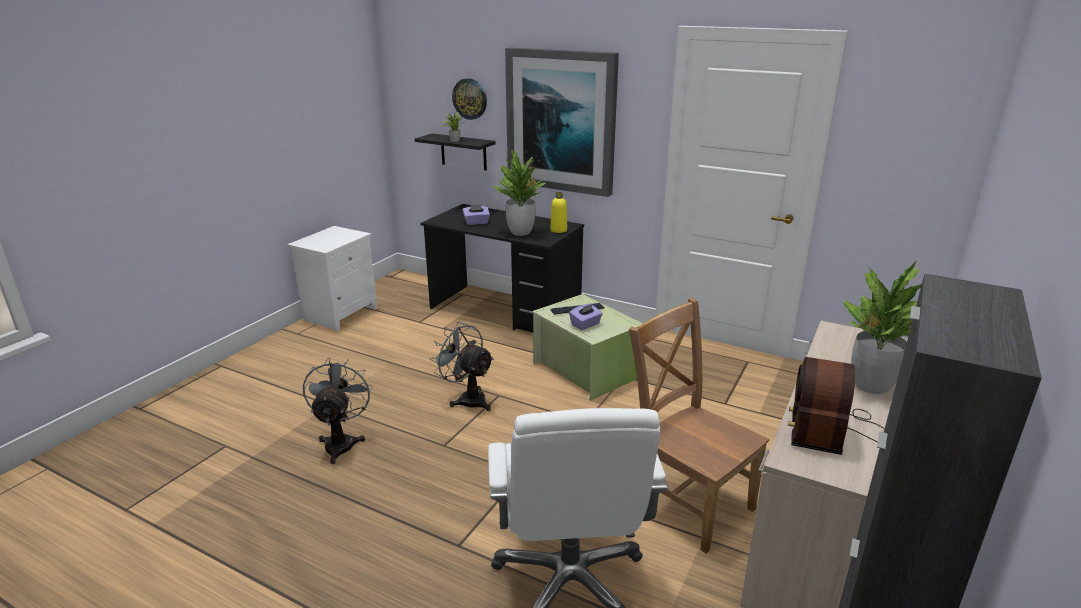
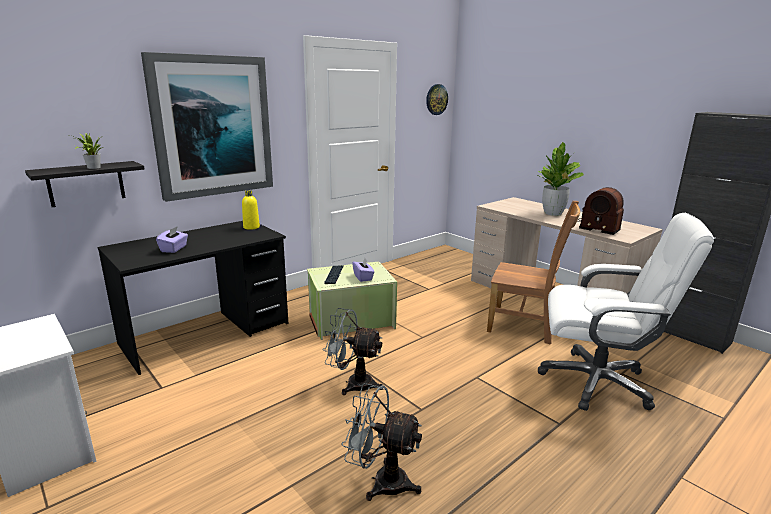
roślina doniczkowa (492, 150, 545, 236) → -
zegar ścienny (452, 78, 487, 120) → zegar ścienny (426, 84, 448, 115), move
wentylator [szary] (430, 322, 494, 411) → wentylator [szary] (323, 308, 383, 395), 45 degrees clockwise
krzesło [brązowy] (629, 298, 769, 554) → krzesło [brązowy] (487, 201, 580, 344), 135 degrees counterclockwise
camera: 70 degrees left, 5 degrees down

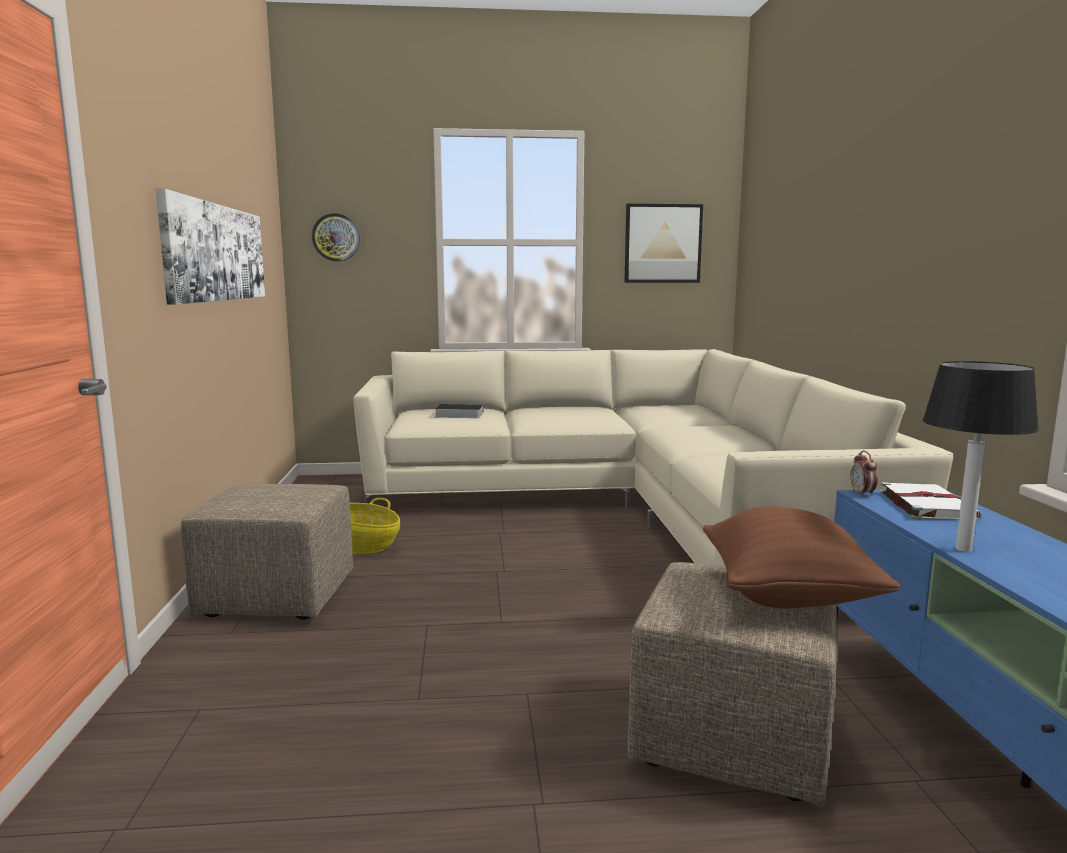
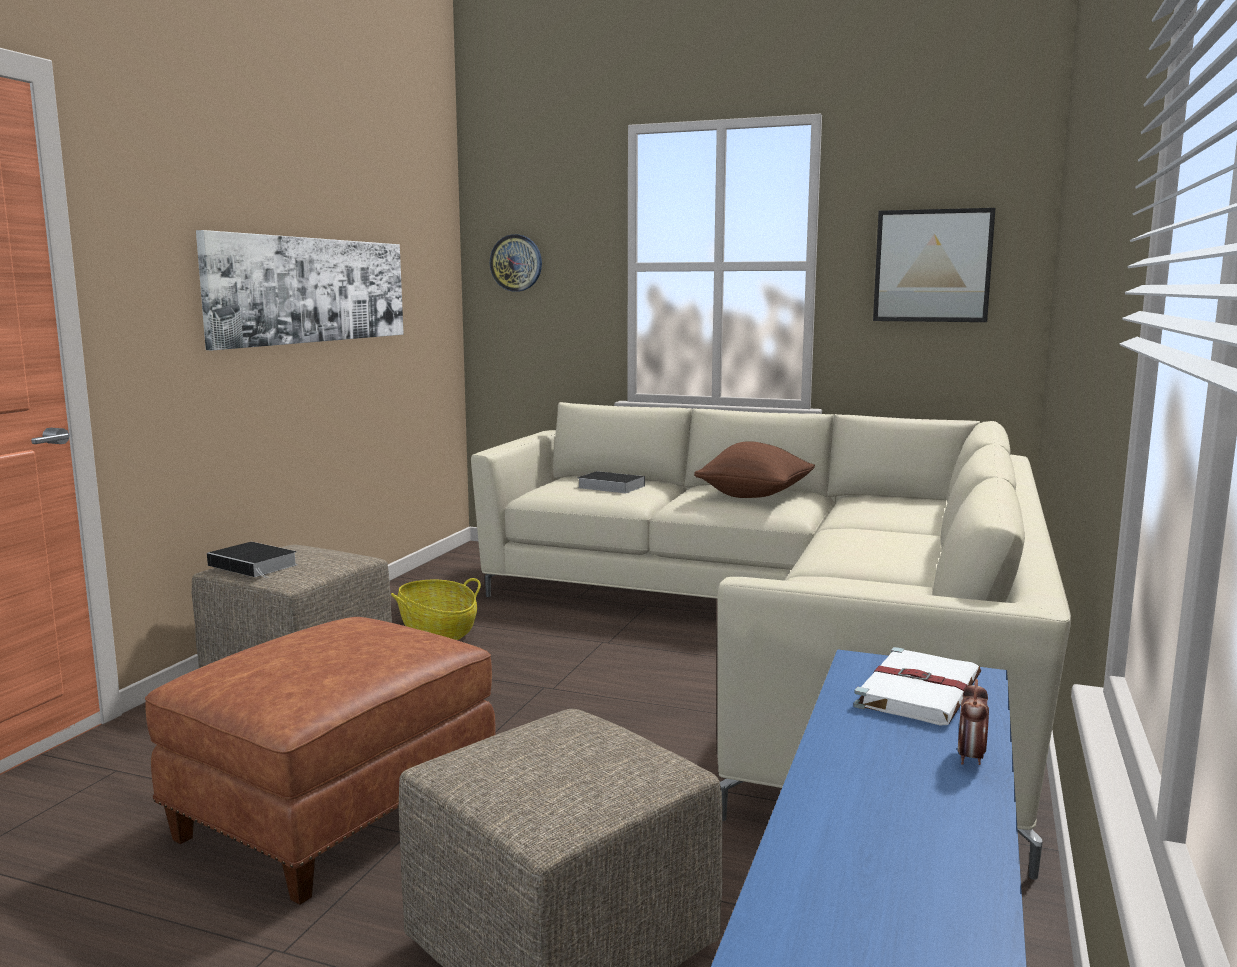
lampa stołowa (923, 361, 1039, 552) → -
- → pufa [brązowy] (145, 617, 495, 905)
- → książka (207, 542, 298, 578)
poduszka [brązowy] (703, 506, 901, 609) → poduszka [brązowy] (694, 441, 815, 498), move
budzik (850, 451, 878, 497) → budzik (958, 679, 989, 765), move
camera: 25 degrees right, 0 degrees up

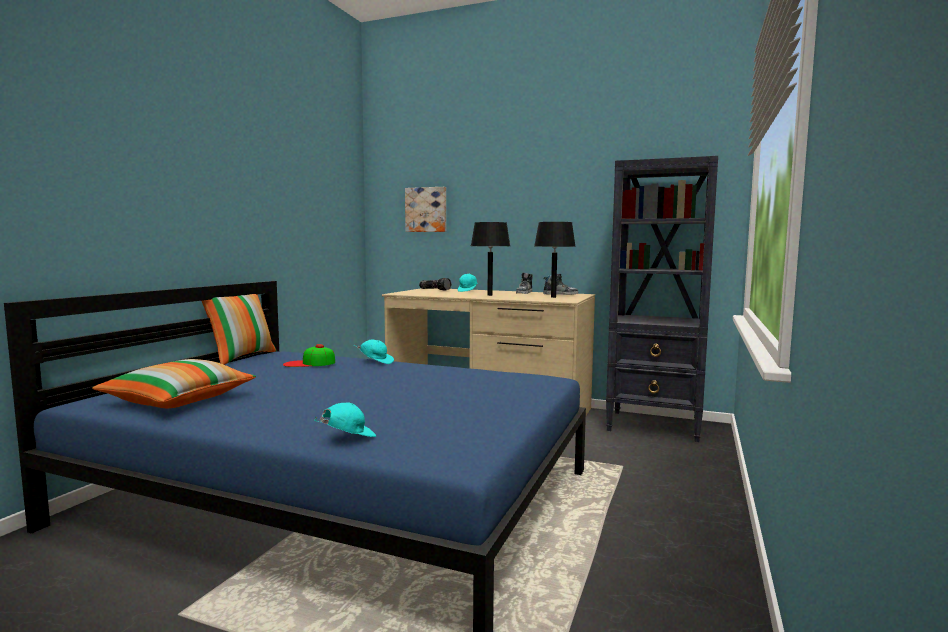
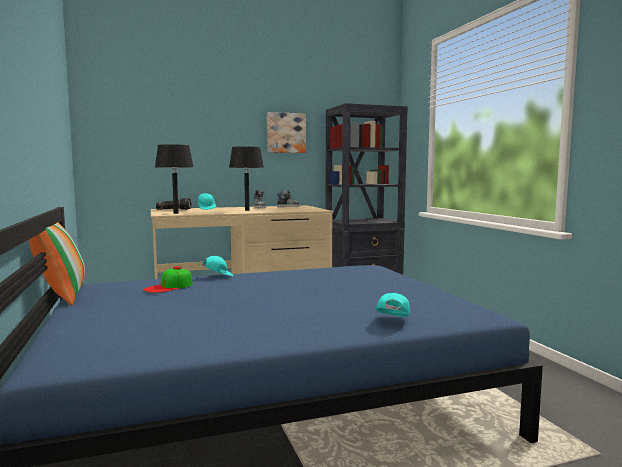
poduszka (92, 359, 256, 408) → -
obraz (405, 187, 446, 232) → obraz (267, 112, 306, 153), move
lampa stołowa [czarny] (534, 222, 576, 298) → lampa stołowa [czarny] (155, 144, 193, 214), move
camera: 40 degrees left, 0 degrees up

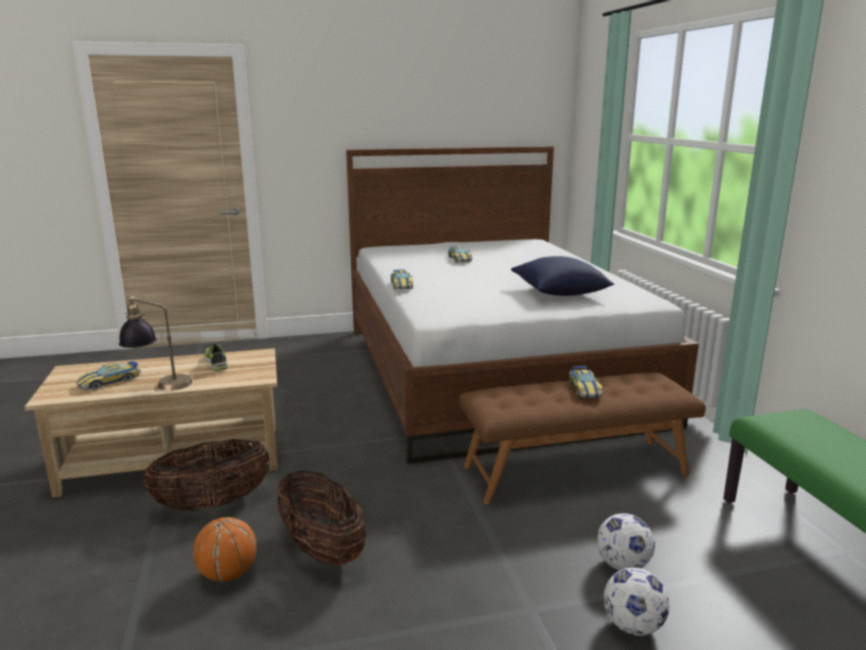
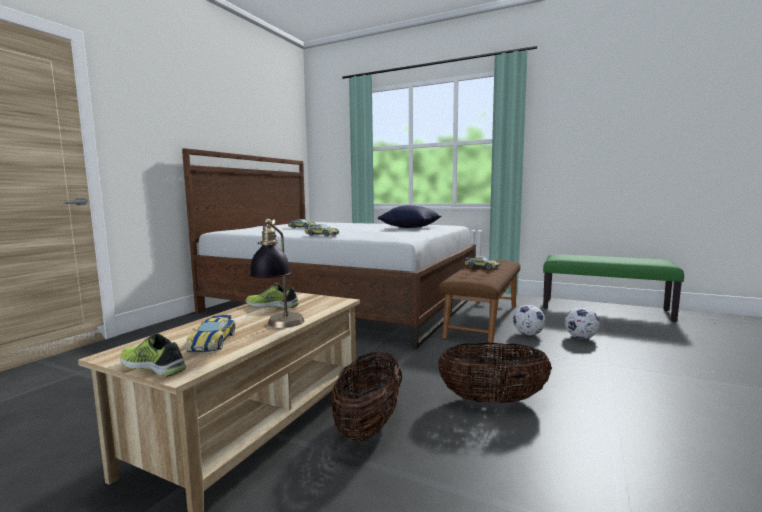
piłka do koszykówki (193, 517, 257, 582) → -
- → but (120, 333, 186, 377)
piłka futbolowa (604, 567, 669, 636) → piłka futbolowa (513, 305, 545, 335), move
camera: 50 degrees left, 10 degrees down

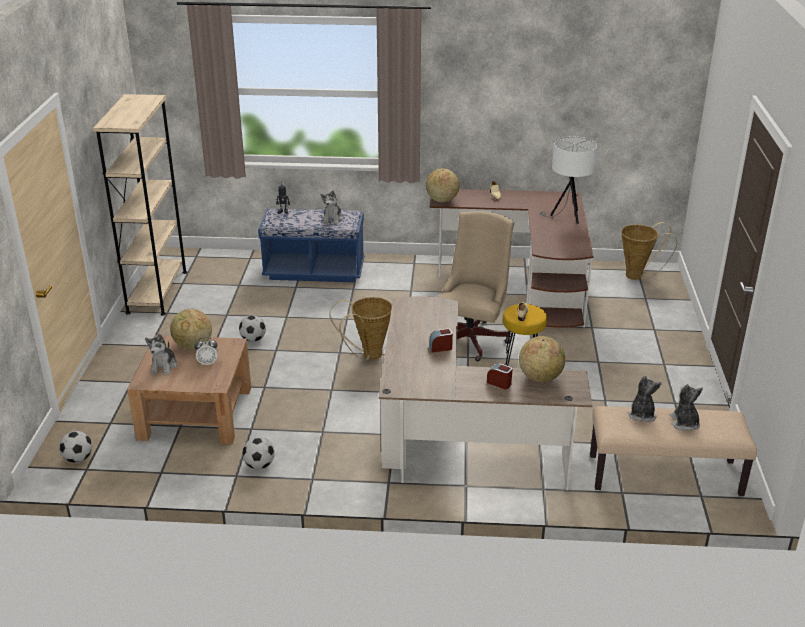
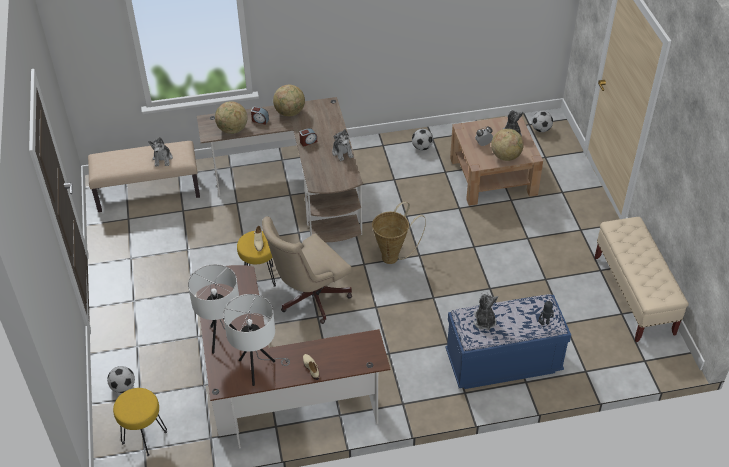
- → lampa stołowa [biały] (223, 294, 290, 386)
piłka futbolowa (239, 315, 266, 342) → piłka futbolowa (107, 366, 135, 393), move
globus (426, 168, 460, 202) → globus (273, 85, 305, 116), move
pluszak (670, 384, 703, 431) → pluszak (332, 129, 354, 161), move
regał [beżowy] (93, 94, 187, 316) → ławka [beżowy] (594, 217, 689, 342)
koszyk (621, 222, 677, 280) → stołek [żółty] (113, 388, 167, 456)
krzesło biurowe [beżowy] (438, 211, 514, 362) → krzesło biurowe [beżowy] (262, 216, 352, 324), 45 degrees clockwise
camera: 165 degrees right, 15 degrees up

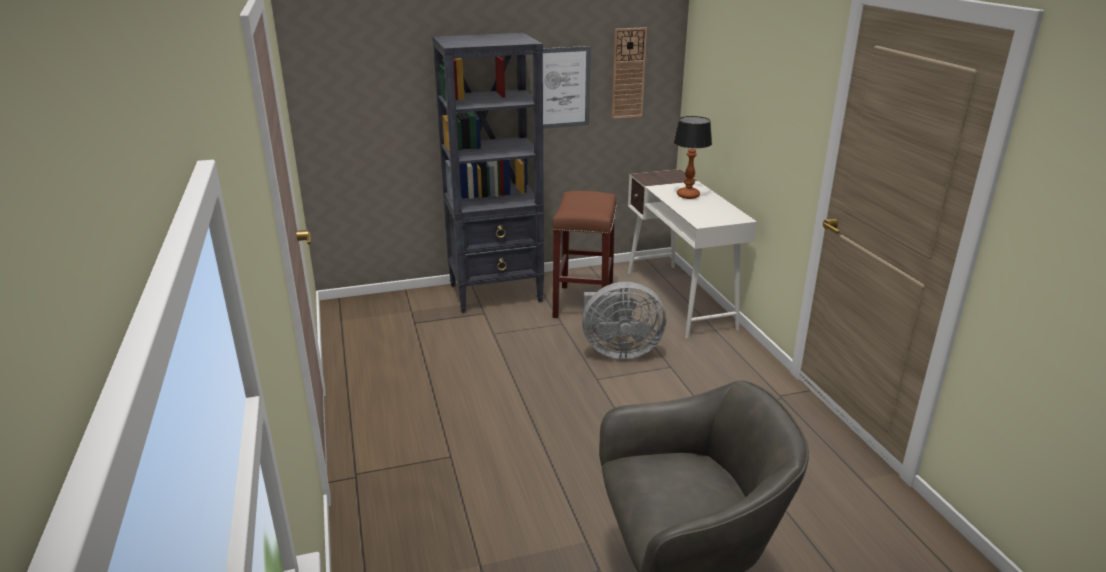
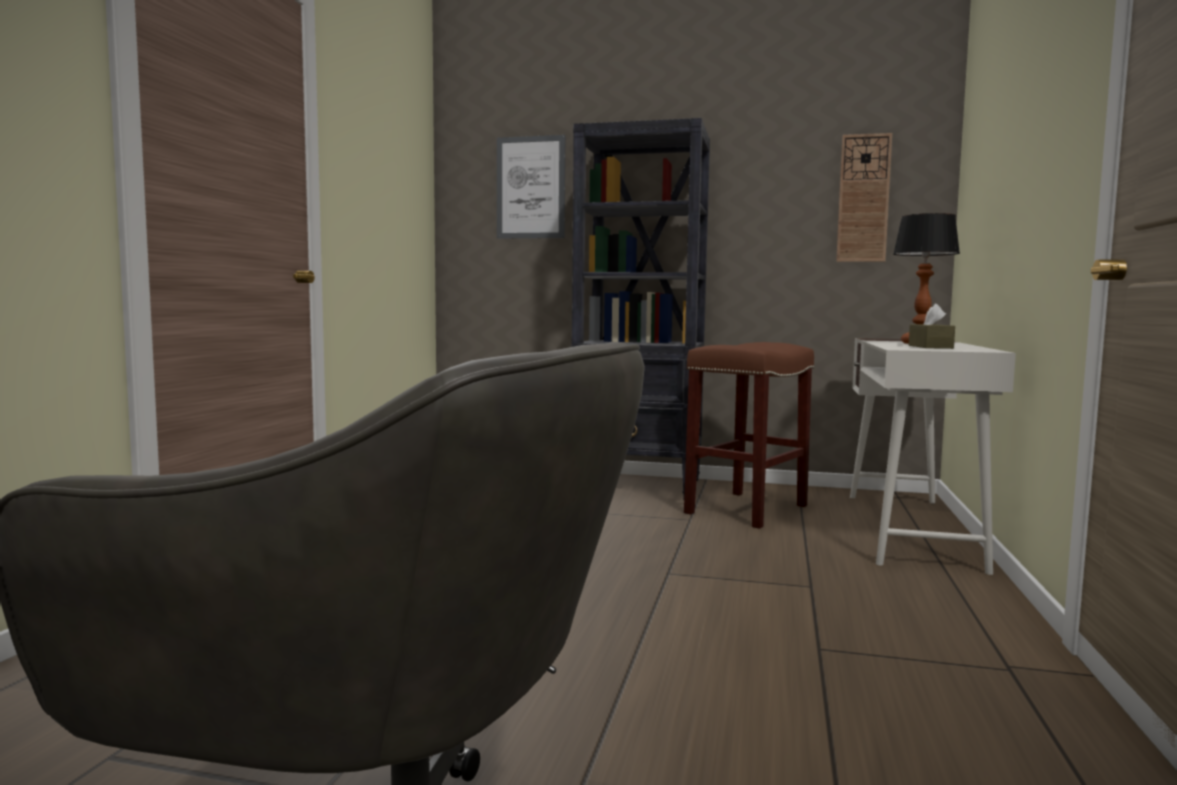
wentylator [szary] (582, 282, 666, 359) → -
- → pudełko chusteczek [brązowy] (909, 304, 955, 349)
obraz (543, 46, 591, 129) → obraz (497, 135, 565, 239), move
camera: 30 degrees right, 20 degrees down

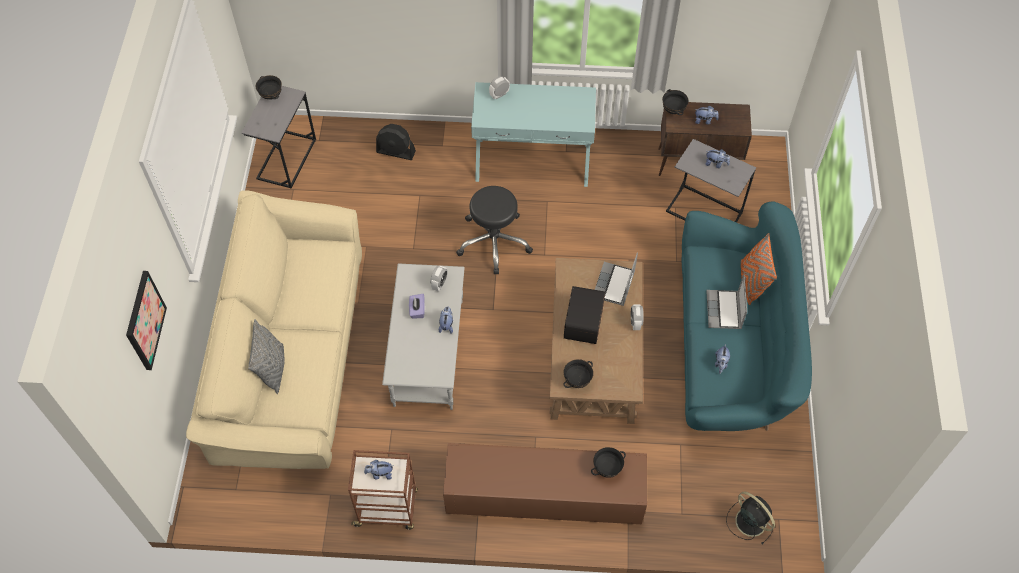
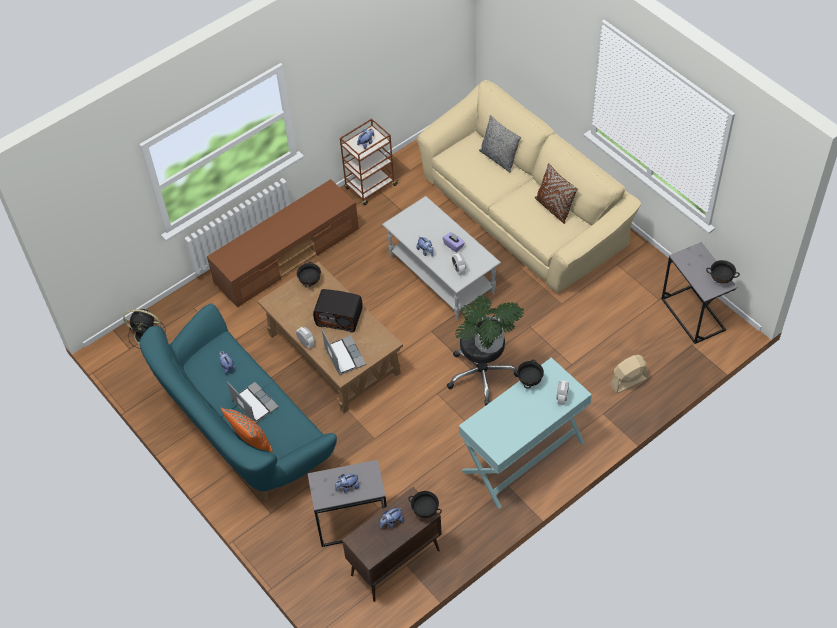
obraz (126, 271, 167, 370) → -
- → roślina doniczkowa (455, 295, 524, 353)
- → poduszka [brązowy] (535, 163, 578, 224)
miska [czarny] (591, 447, 626, 478) → miska [czarny] (517, 360, 544, 388), move
wentylator [czarny] (376, 124, 416, 160) → wentylator [beżowy] (610, 355, 648, 393)
radio (564, 286, 605, 344) → radio (313, 289, 363, 333), 135 degrees clockwise
camera: 140 degrees right, 5 degrees down

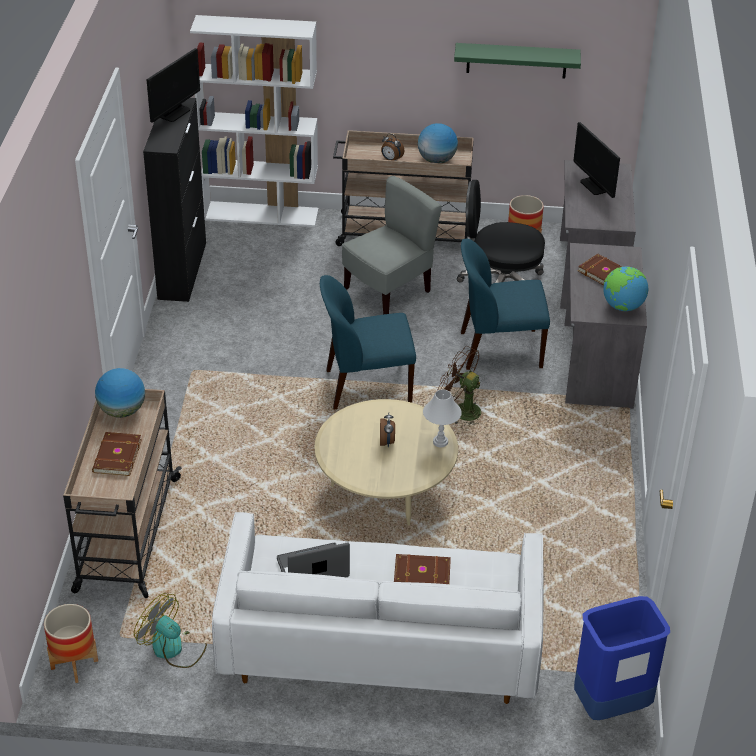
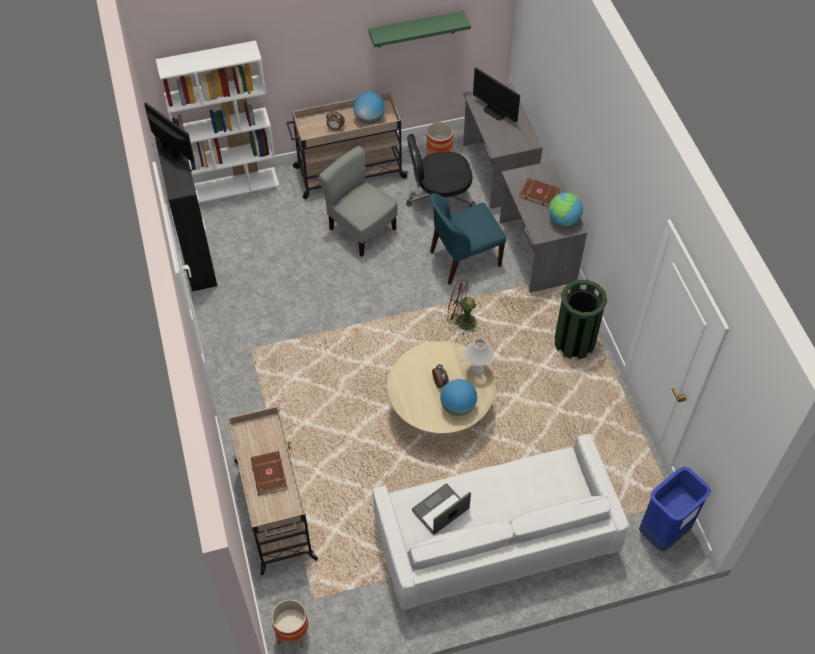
wentylator (134, 593, 207, 668) → -
krzesło [niebieski] (320, 275, 416, 409) → -
książka [brązowy] (394, 554, 451, 584) → -
- → kosz na śmieci [zielony] (555, 280, 607, 359)
globus (95, 368, 145, 418) → globus (440, 379, 477, 416), move
monitor (147, 48, 200, 123) → monitor (144, 103, 195, 163), 60 degrees counterclockwise
krzesło [szary] (342, 176, 442, 315) → krzesło [szary] (319, 146, 398, 257), 75 degrees counterclockwise
camera: 20 degrees left, 15 degrees up

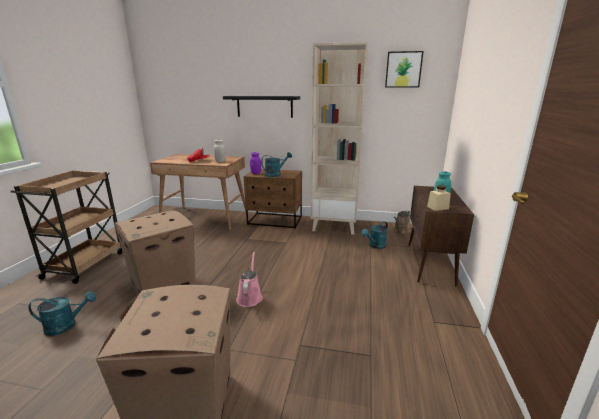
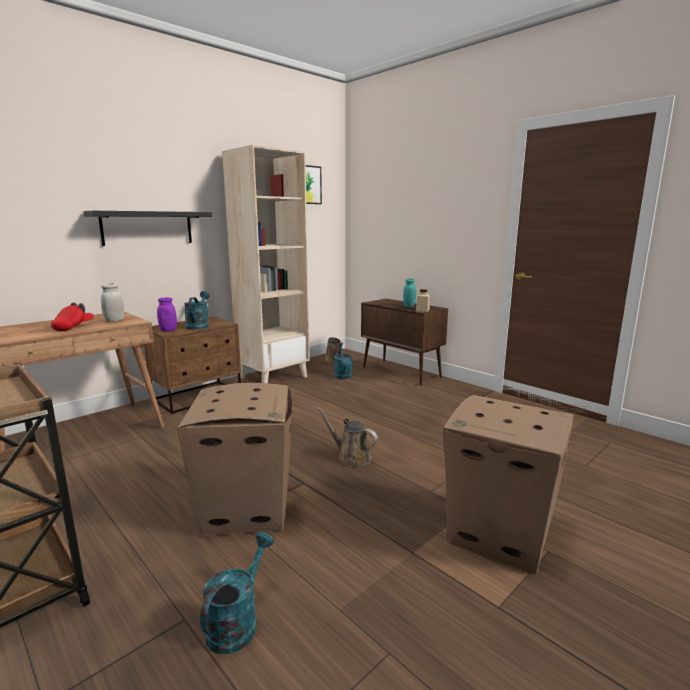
konewka [różowy] (236, 252, 263, 307) → konewka [brązowy] (317, 407, 378, 467)
camera: 55 degrees left, 5 degrees down

